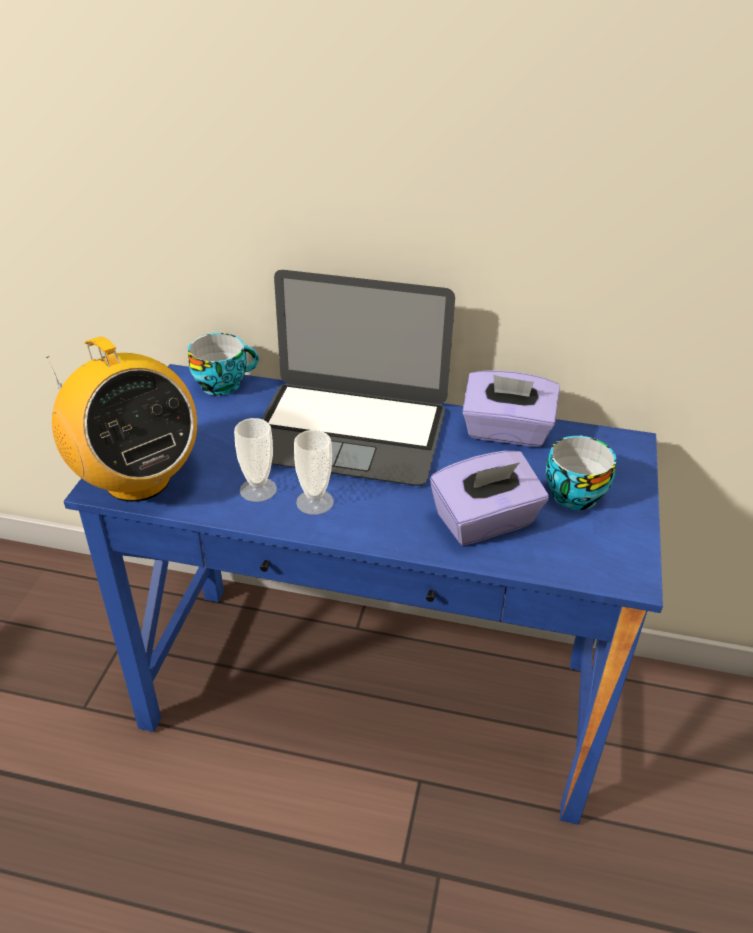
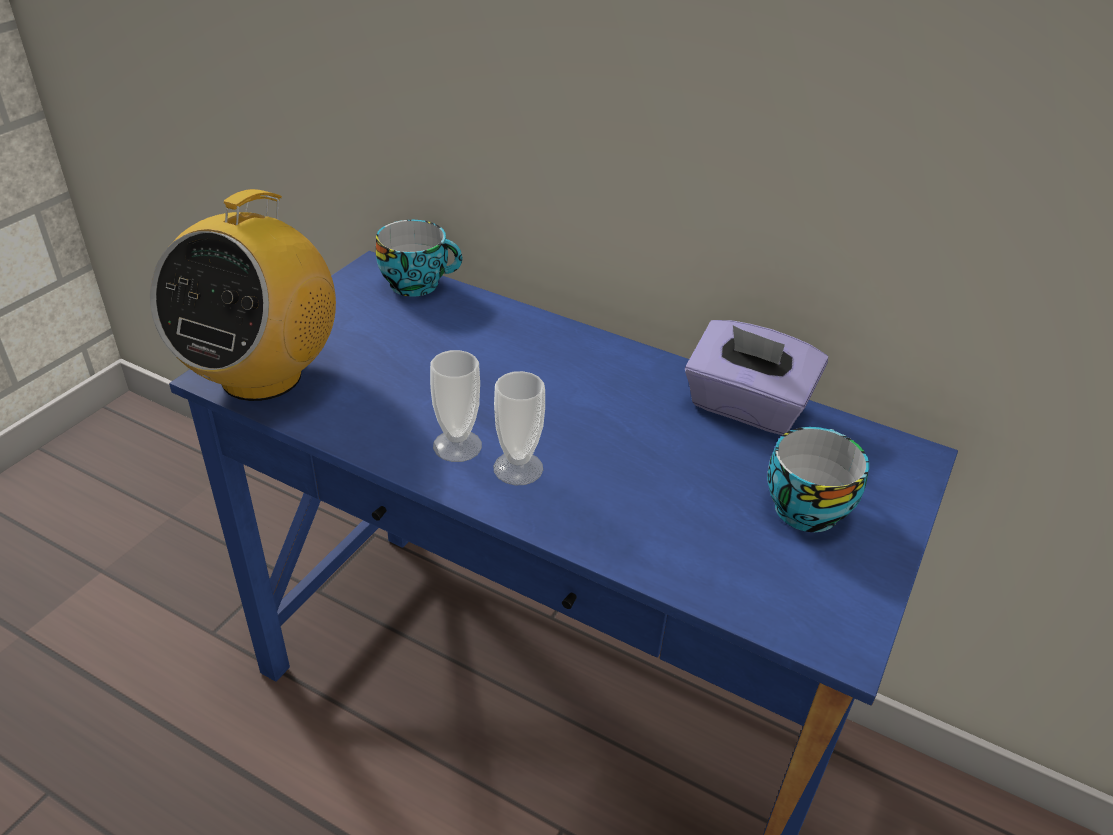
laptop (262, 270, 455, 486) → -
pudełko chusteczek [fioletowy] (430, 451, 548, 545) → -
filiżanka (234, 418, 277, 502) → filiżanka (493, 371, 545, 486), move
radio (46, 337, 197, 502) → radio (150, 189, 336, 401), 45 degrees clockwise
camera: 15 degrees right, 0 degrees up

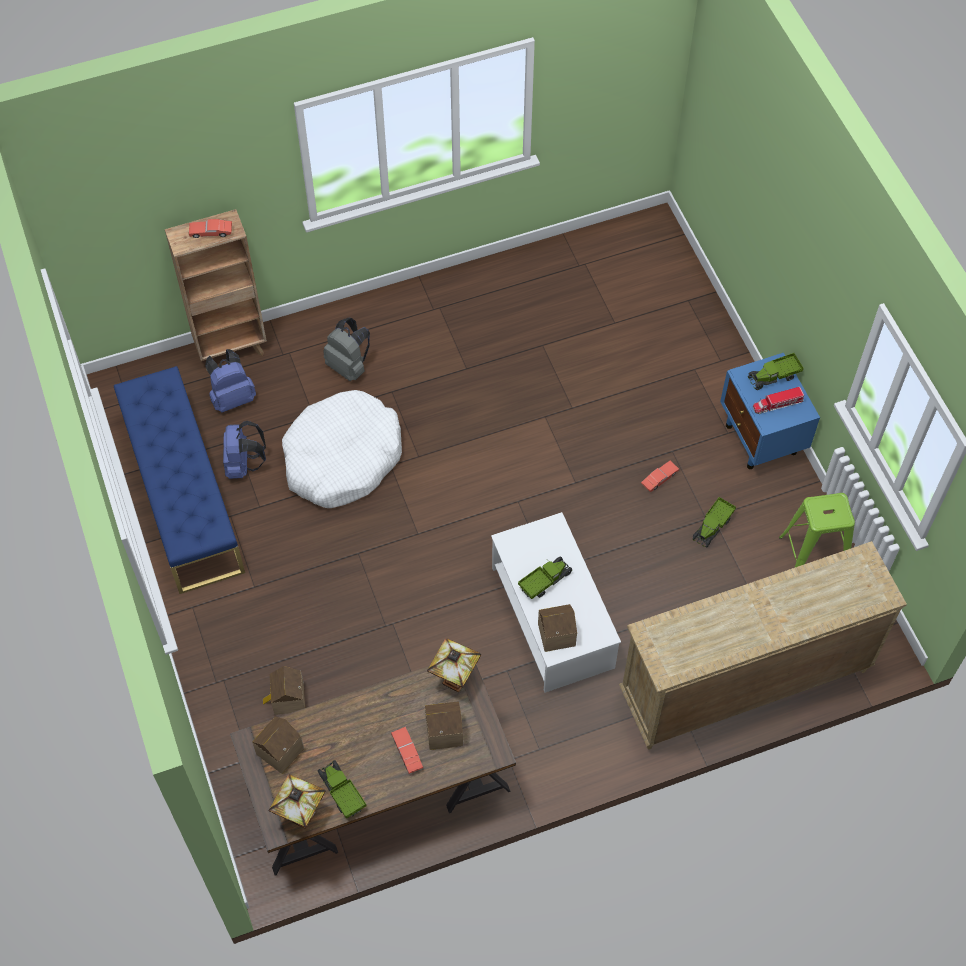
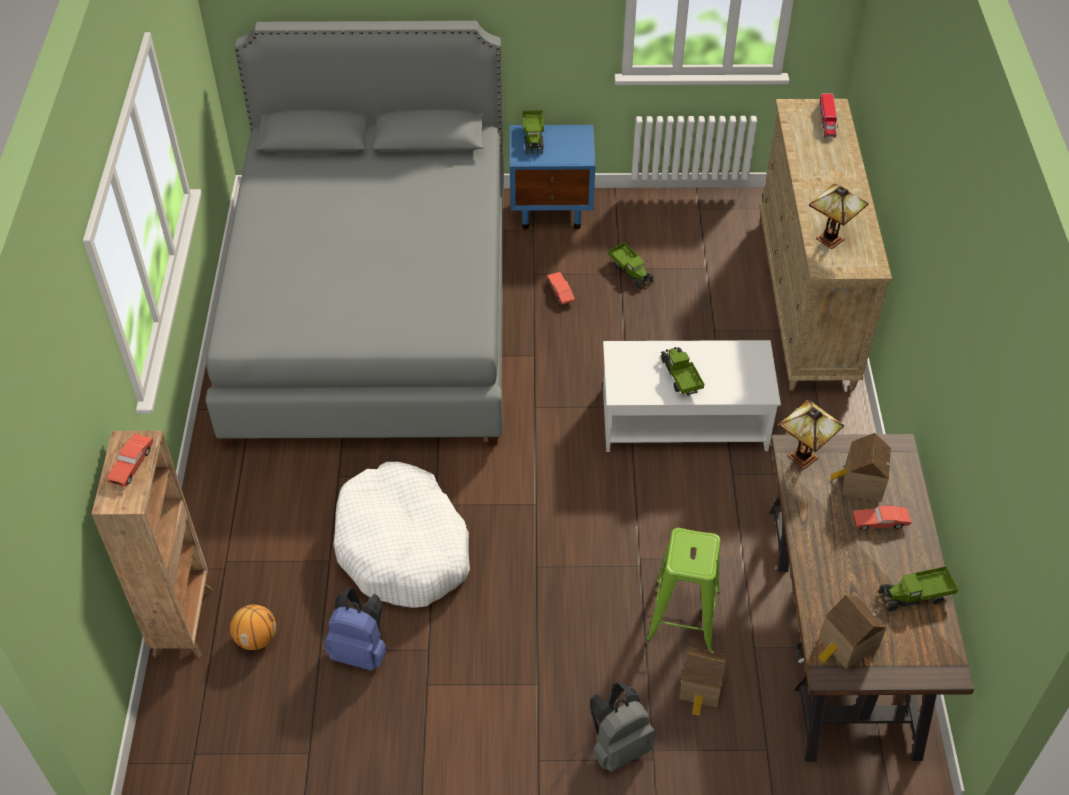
ławka [niebieski] (114, 366, 245, 594) → -
domek (538, 604, 577, 652) → -
- → łóżko [szary] (205, 21, 504, 447)
lampa stołowa (268, 774, 326, 829) → lampa stołowa (809, 184, 868, 249), move
plecak [szary] (323, 318, 370, 381) → plecak [szary] (590, 682, 655, 772), move
ciężarówka zabawkowa (753, 387, 804, 414) → ciężarówka zabawkowa (819, 93, 838, 138), move
stołek [zielony] (779, 493, 855, 567) → stołek [zielony] (646, 528, 721, 652), move
plecak [niebieski] (205, 349, 256, 413) → piłka do koszykówki (230, 605, 276, 650)
camera: 70 degrees left, 10 degrees down

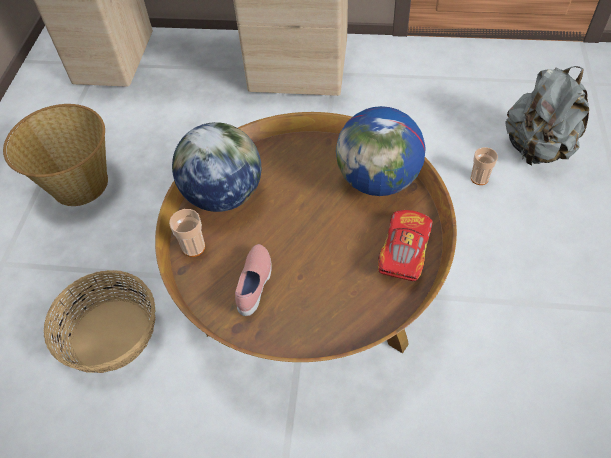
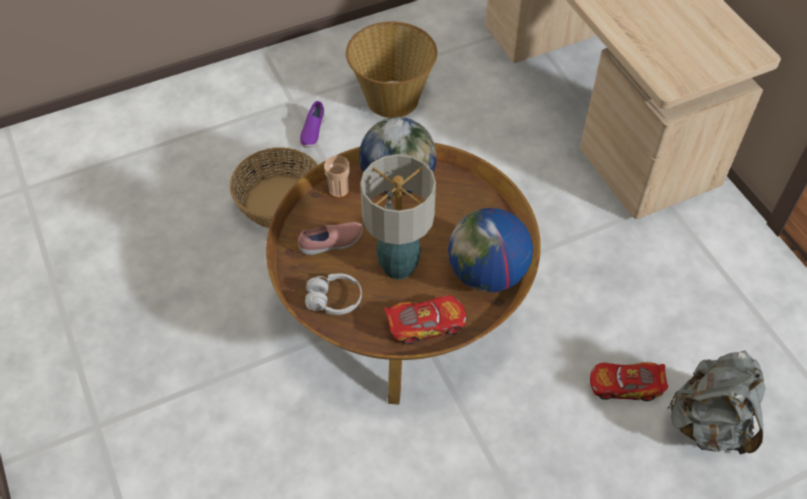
- → but [fioletowy] (300, 101, 325, 148)
- → słuchawki [biały] (305, 273, 362, 315)
- → lampa stołowa (360, 154, 436, 280)
filiżanka (471, 147, 498, 185) → samochodzik (590, 362, 668, 401)
camera: 55 degrees right, 0 degrees up

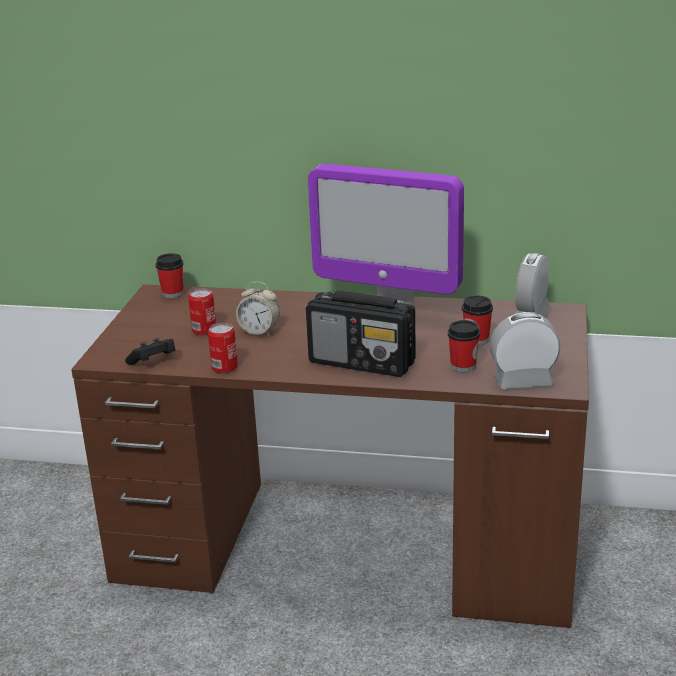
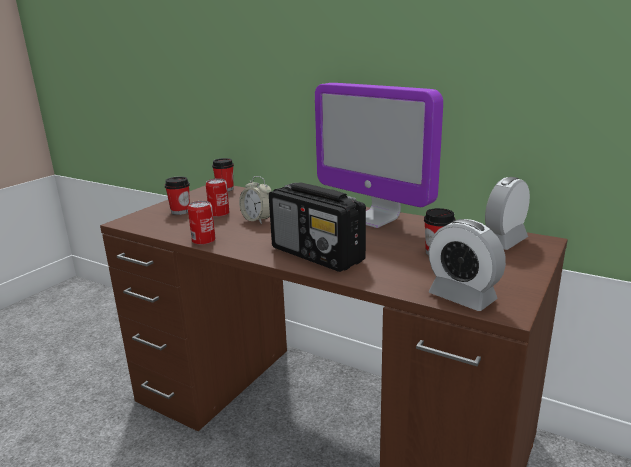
pad do gier [czarny] (125, 338, 176, 365) → -
filiżanka (448, 320, 480, 372) → filiżanka (165, 176, 190, 215), move
budzik (490, 312, 560, 389) → budzik (429, 219, 506, 311), 150 degrees counterclockwise
camera: 20 degrees right, 5 degrees down

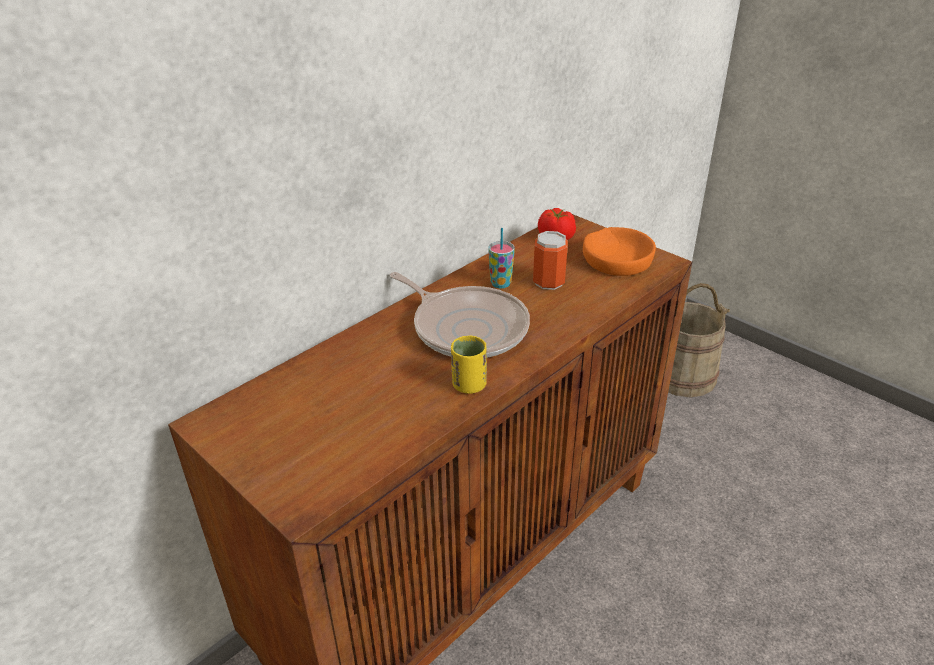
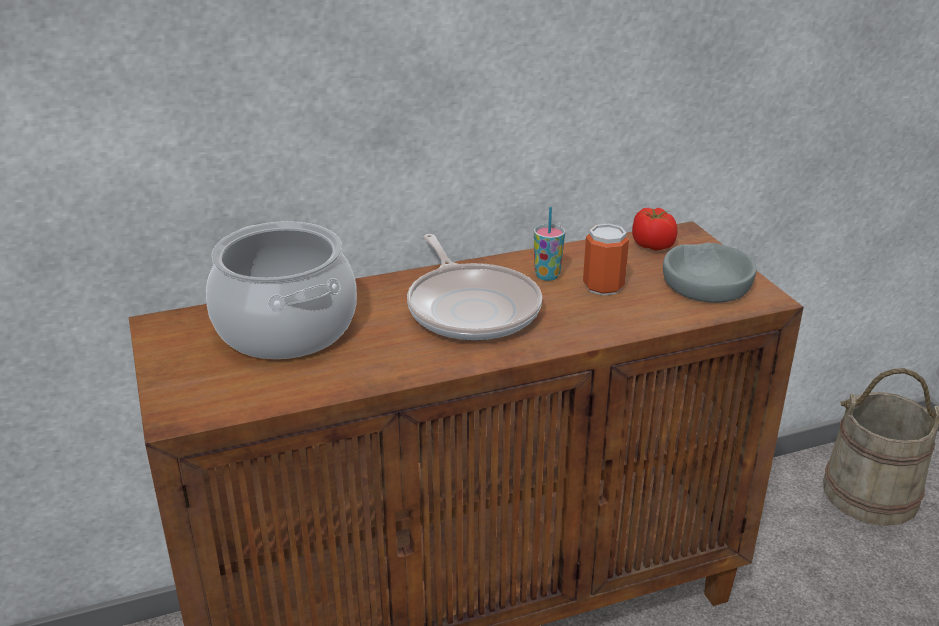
filiżanka [żółty] (451, 336, 487, 394) → -
- → garnek (206, 221, 357, 359)
miska [pomarańczowy] (583, 227, 656, 276) → miska [szary] (663, 243, 757, 303)
camera: 25 degrees right, 5 degrees down

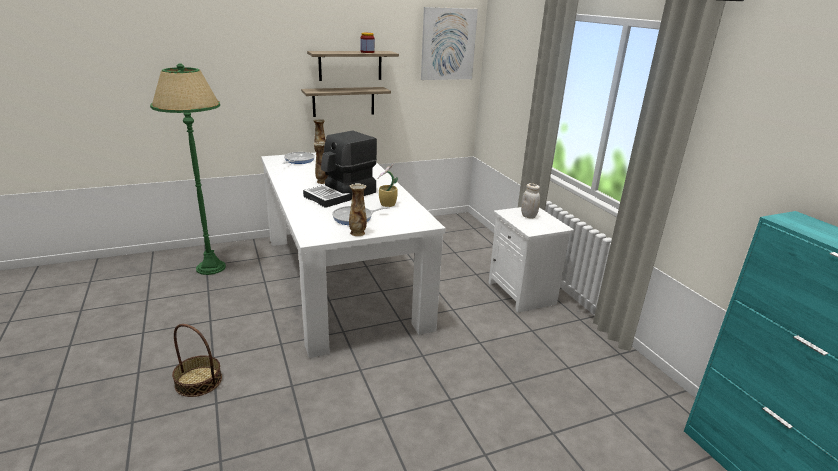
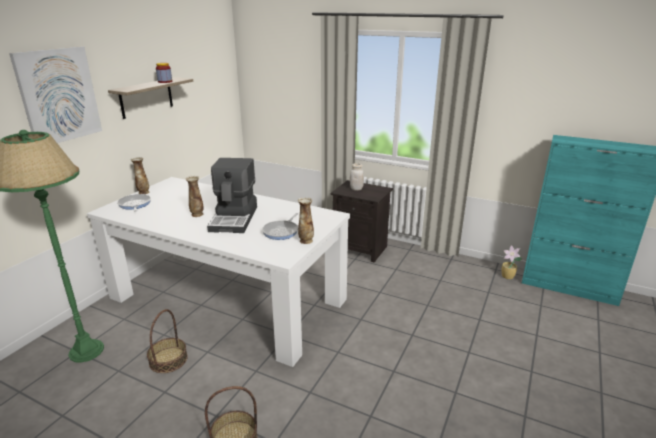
półka (301, 87, 391, 117) → -
- → koszyk (147, 309, 188, 373)
roślina doniczkowa (378, 162, 398, 207) → roślina doniczkowa (501, 245, 522, 279), move
obraz (421, 7, 478, 80) → obraz (9, 46, 102, 143), move
szafka nocna [biały] (488, 207, 574, 313) → szafka nocna [czarny] (330, 180, 393, 262)
camera: 40 degrees left, 0 degrees up

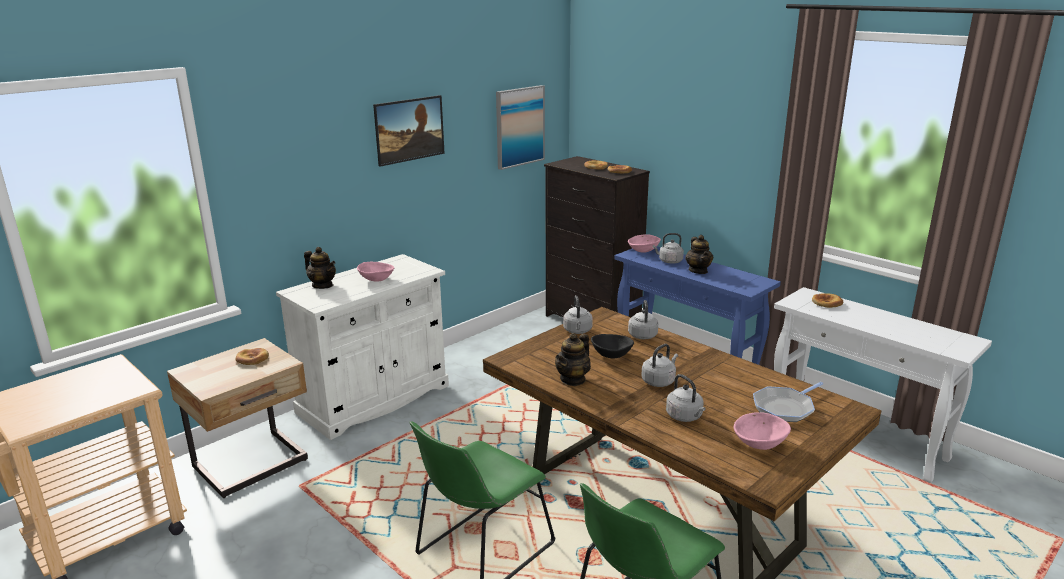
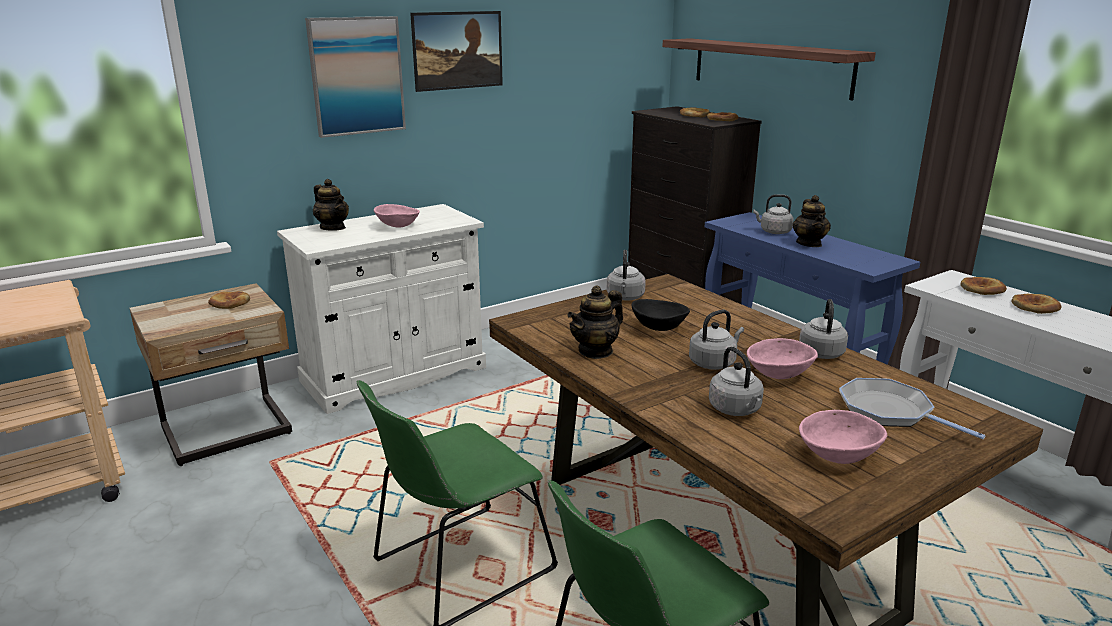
- → półka (662, 38, 876, 100)
- → chleb (1011, 294, 1062, 314)
obraz (496, 85, 545, 170) → obraz (305, 16, 406, 138), move
miska [różowy] (628, 234, 661, 253) → miska [różowy] (747, 338, 818, 379), move
czajnik [szary] (628, 300, 658, 339) → czajnik [szary] (799, 299, 848, 359), move
patelnia (753, 382, 823, 422) → patelnia (839, 378, 985, 439), 75 degrees clockwise
camera: 10 degrees right, 0 degrees up

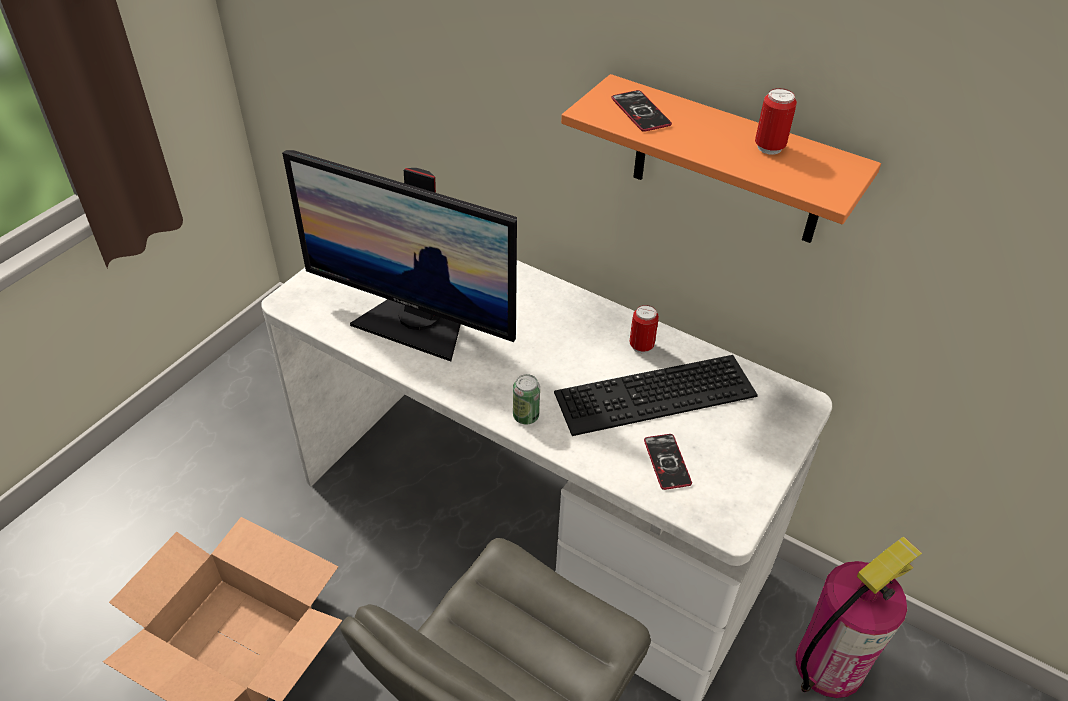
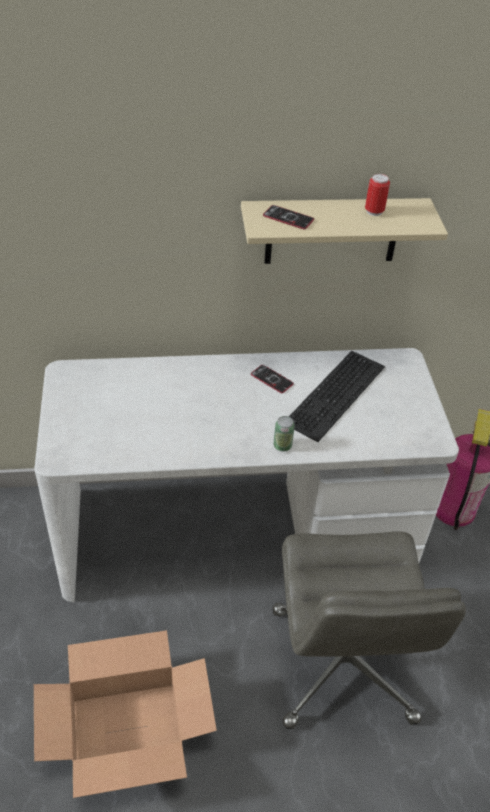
monitor (282, 150, 517, 362) → -
puszka (629, 305, 659, 353) → -
telefon (644, 434, 692, 490) → telefon (251, 365, 294, 393), move
półka [pomarańczowy] (561, 74, 881, 243) → półka [beżowy] (241, 198, 448, 264)
camera: 40 degrees left, 0 degrees up

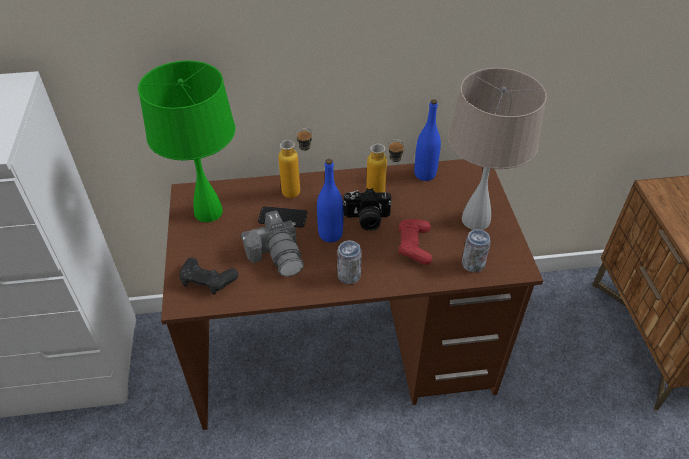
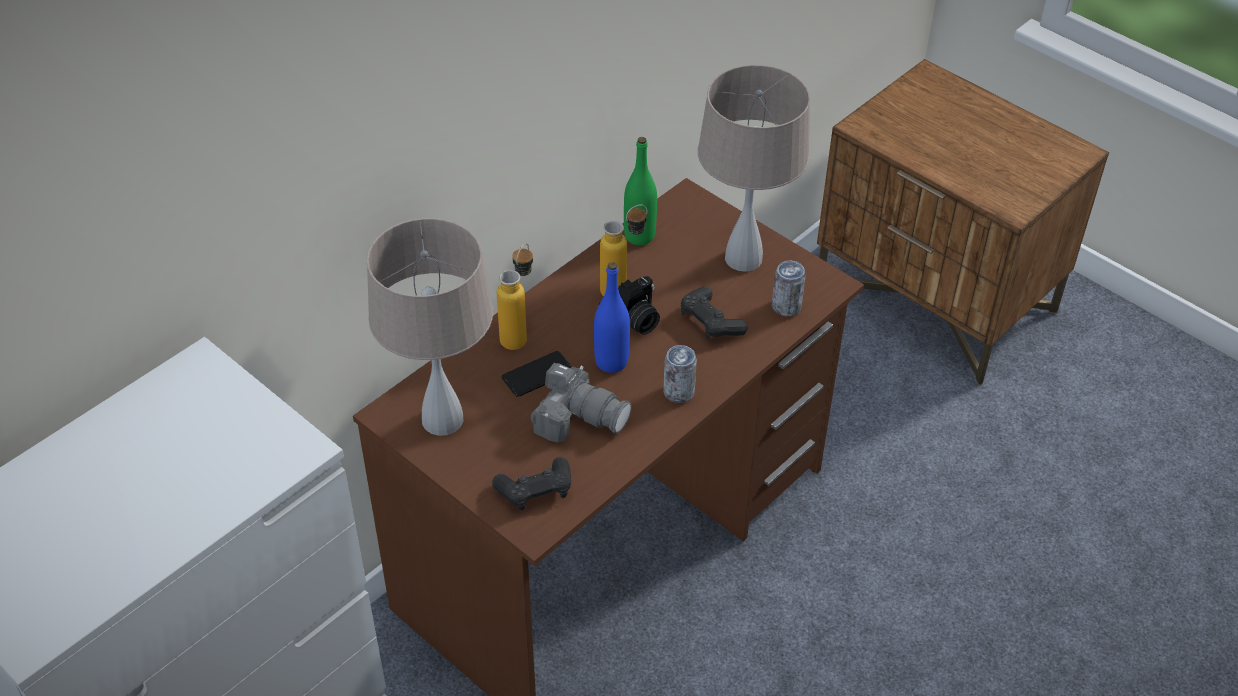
lampa stołowa [zielony] (138, 60, 235, 222) → lampa stołowa [beżowy] (366, 218, 493, 436)
pad do gier [czerwony] (399, 219, 432, 265) → pad do gier [czarny] (681, 287, 748, 339)
butelka [niebieski] (414, 99, 441, 181) → butelka [zielony] (624, 137, 657, 245)
camera: 40 degrees left, 0 degrees up

